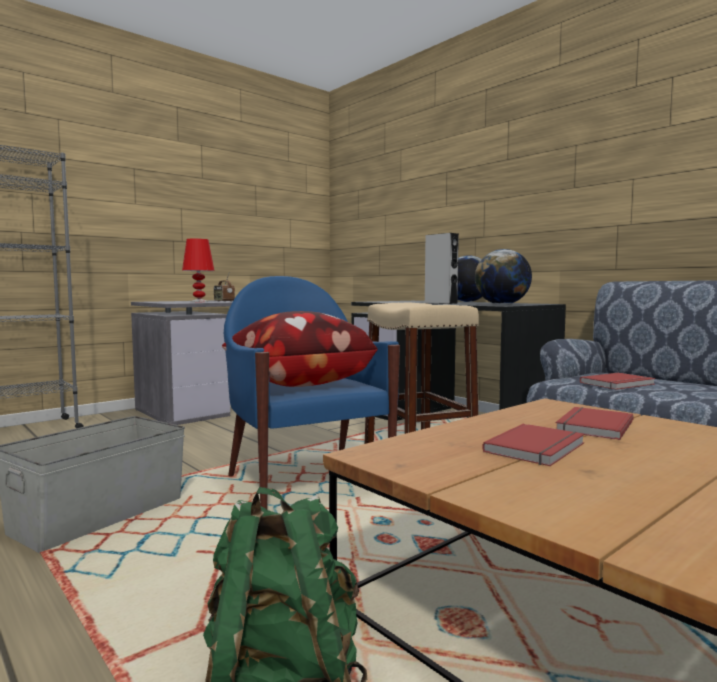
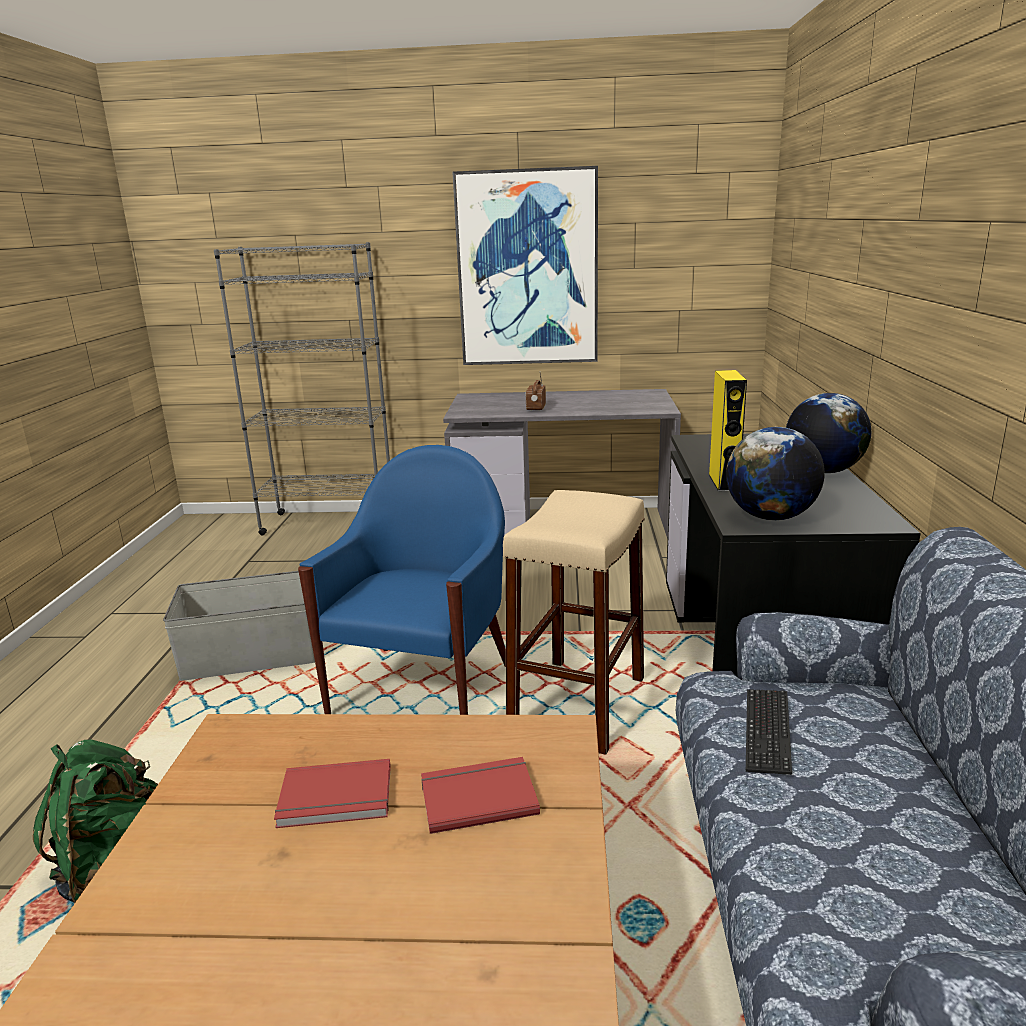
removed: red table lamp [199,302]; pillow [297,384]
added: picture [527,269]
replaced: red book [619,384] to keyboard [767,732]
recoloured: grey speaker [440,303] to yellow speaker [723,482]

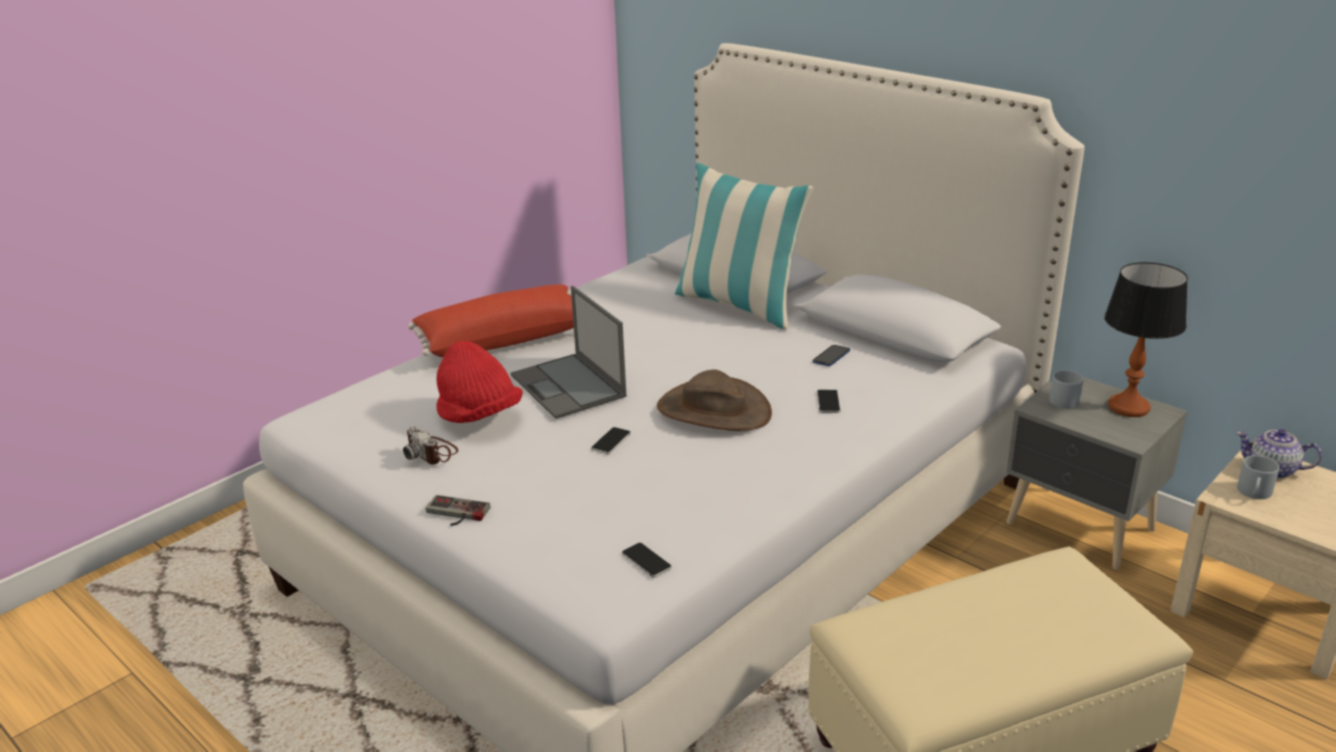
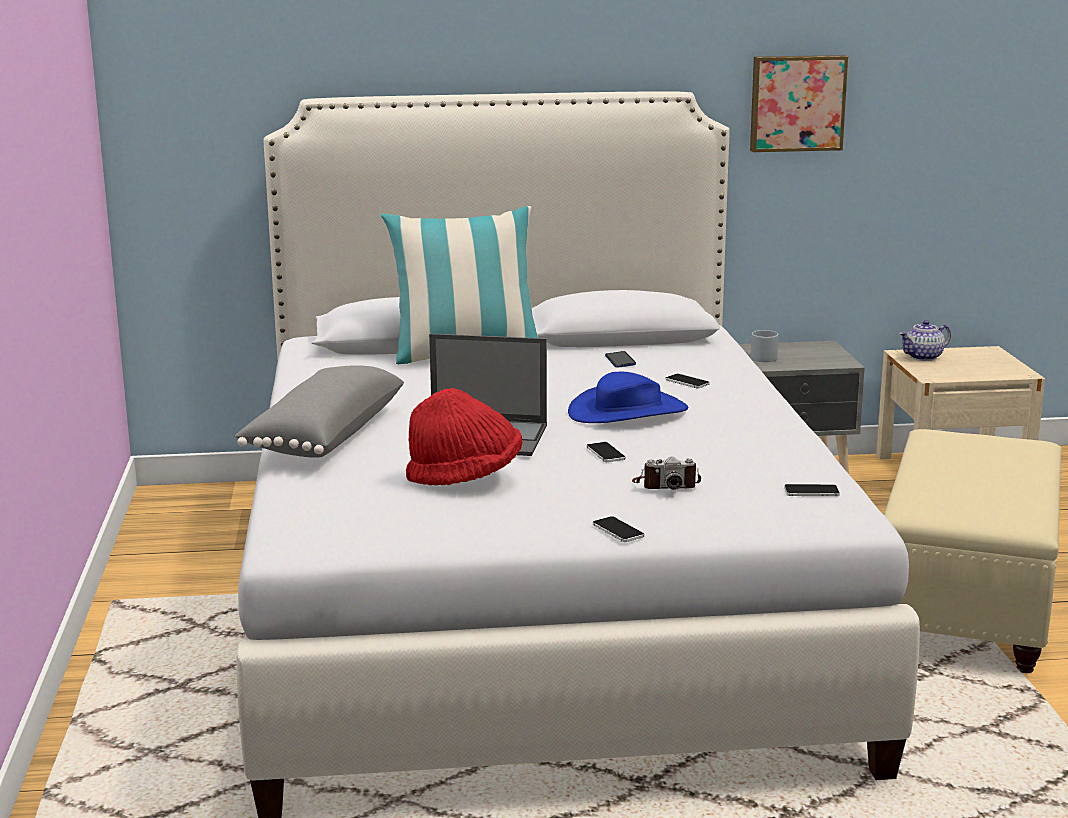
removed: table lamp [1129,407]; grey mug [1254,493]
added: picture [797,103]
moved: photo camera [432,452] to [666,485]
replaced: game controller [455,514] to phone [618,530]
recoloured: red pillow [503,339] to grey pillow [323,436]; brown hat [713,410] to blue hat [628,412]

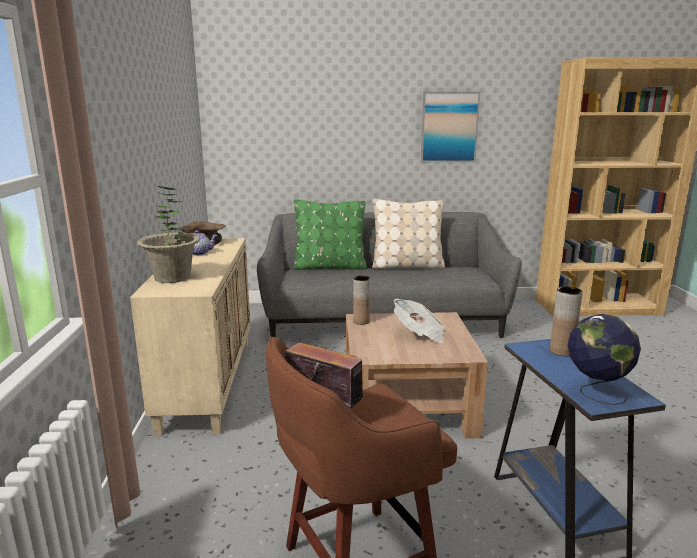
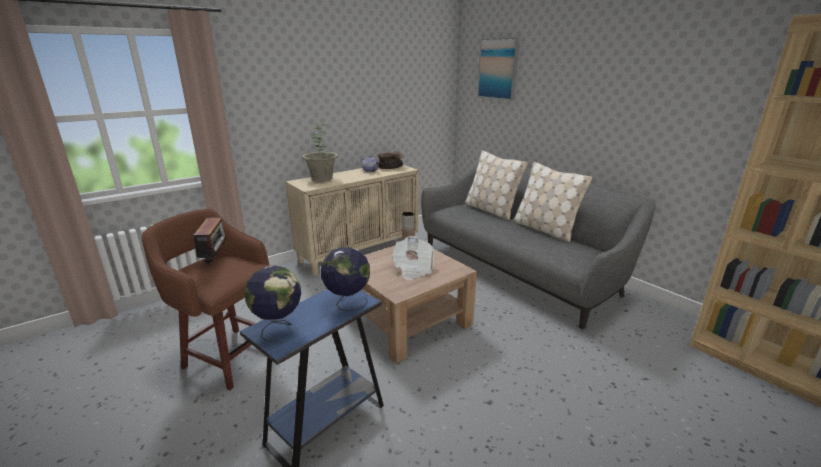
moved: picture [449,127] to [498,69]
replaced: brown vase [561,351] to globe [347,303]
recoloured: green pillow [329,267] to beige pillow [491,210]

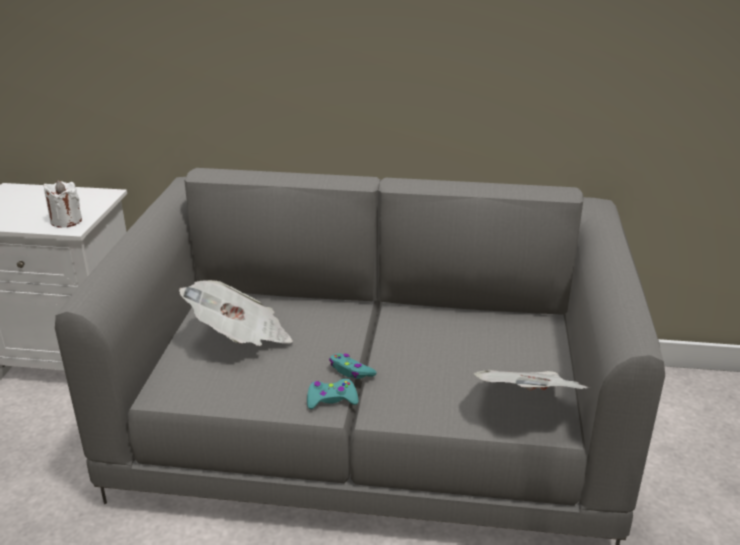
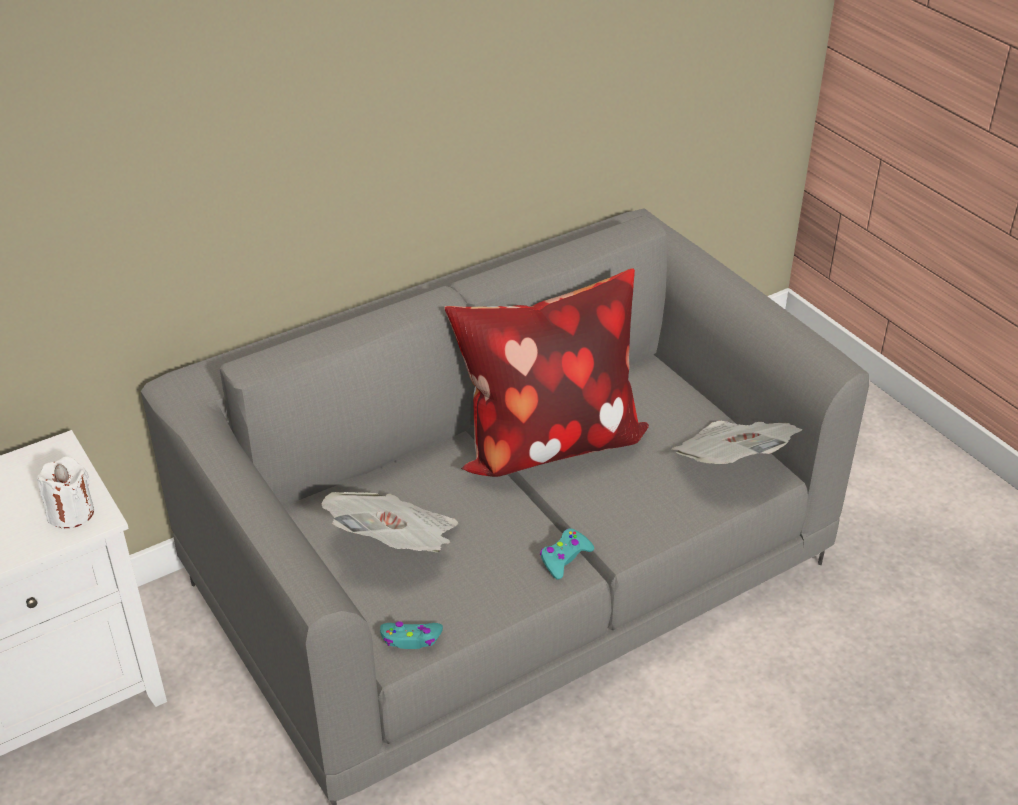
added: pillow [547,442]
moved: turquoise game controller [351,371] to [411,639]

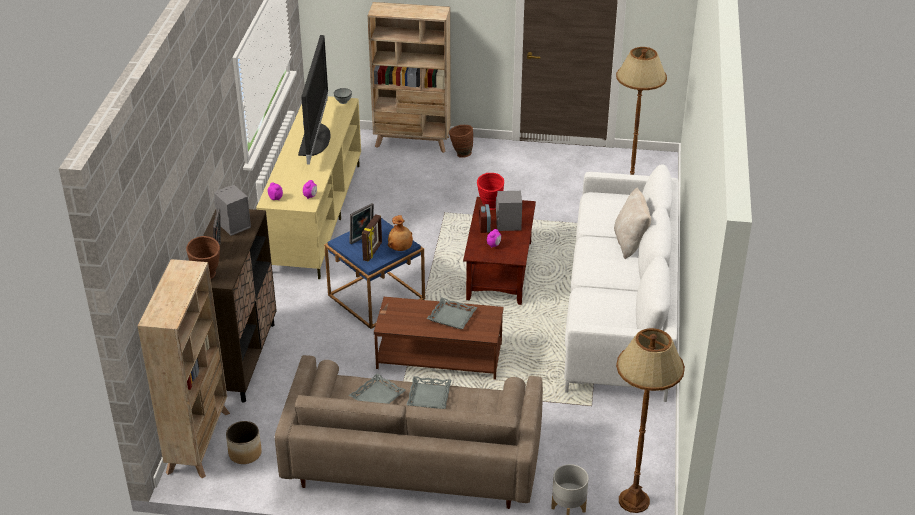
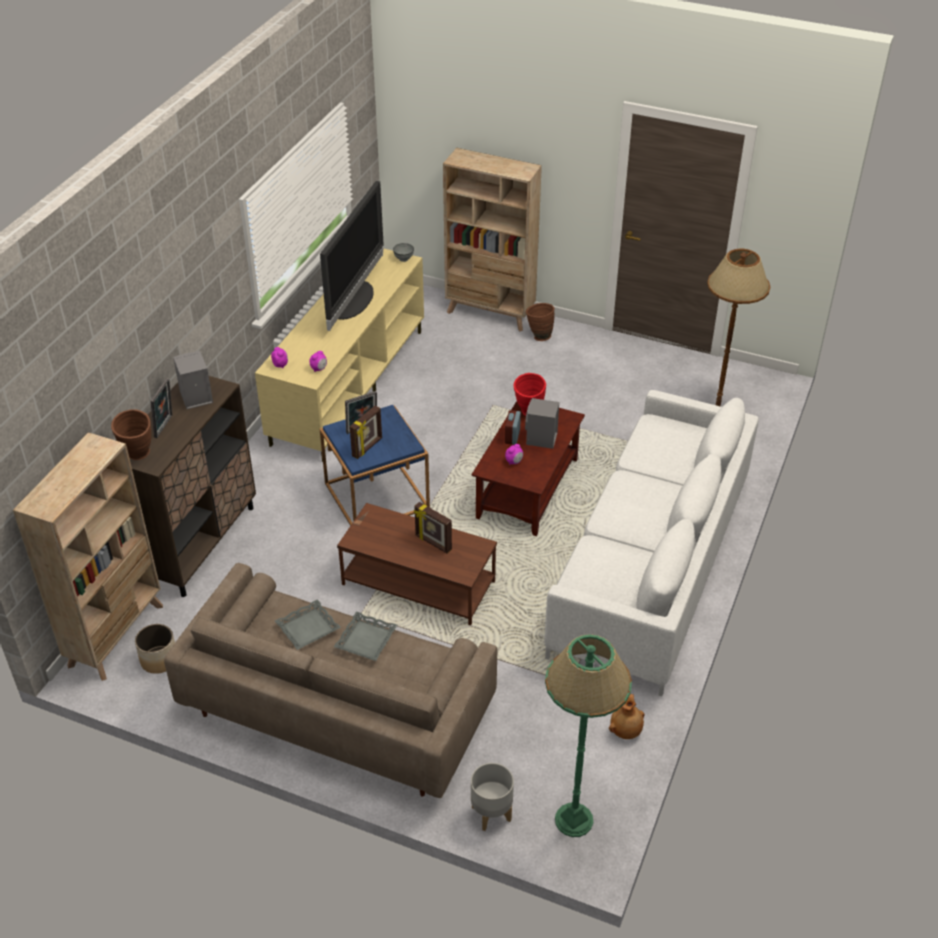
removed: beige pillow [630,243]
moved: brown vase [400,248] to [626,731]
replaced: grey tray [452,316] to picture frame [433,543]
recoloured: brown floor lamp [634,501] to green floor lamp [574,820]

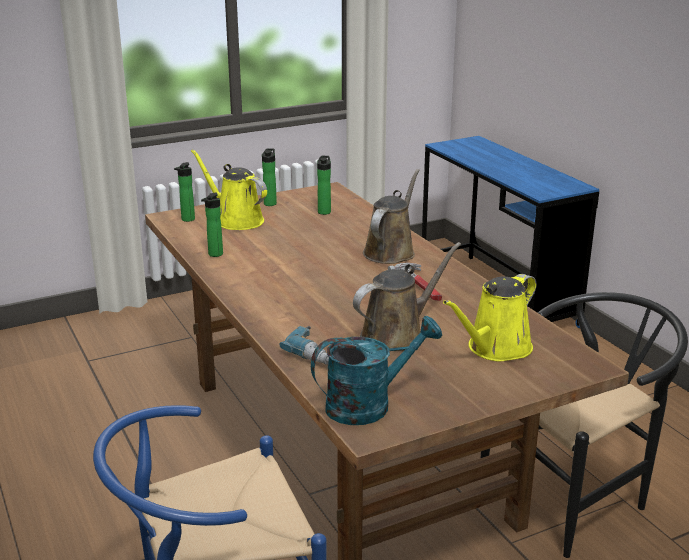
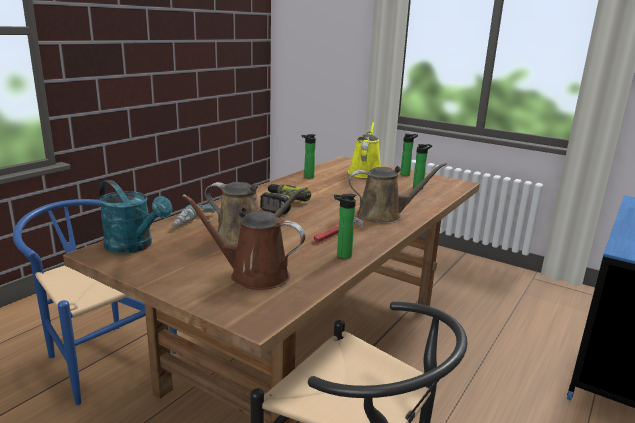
added: power drill [280,205]
moved: bottle [187,220] to [341,255]
recoloured: yellow watering can [495,349] to brown watering can [253,275]

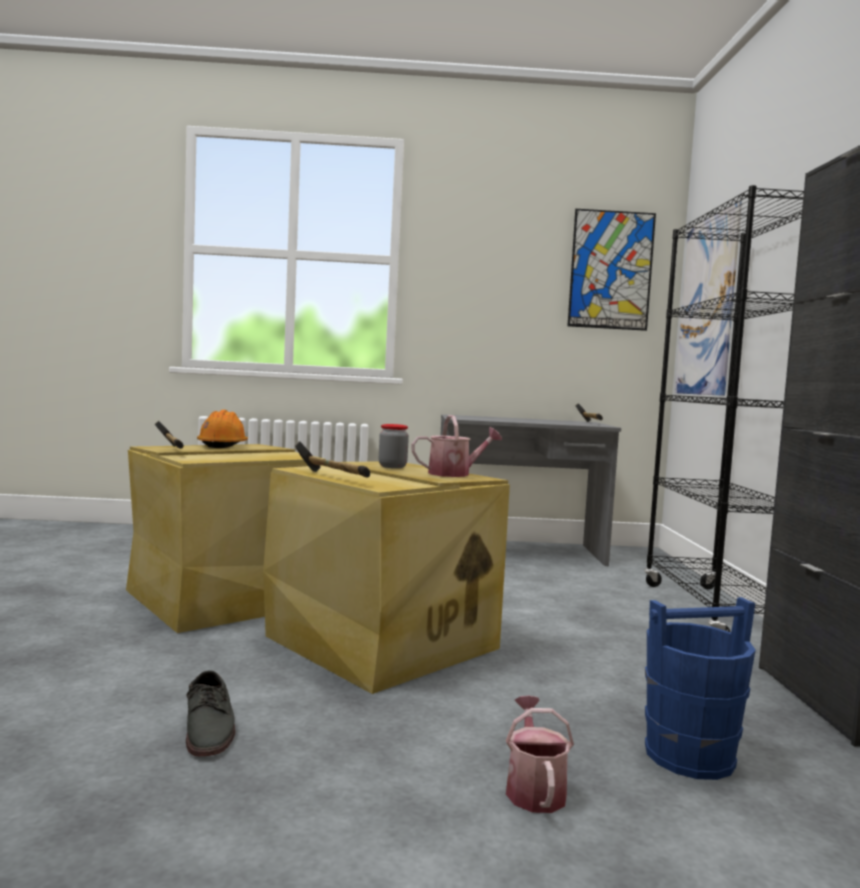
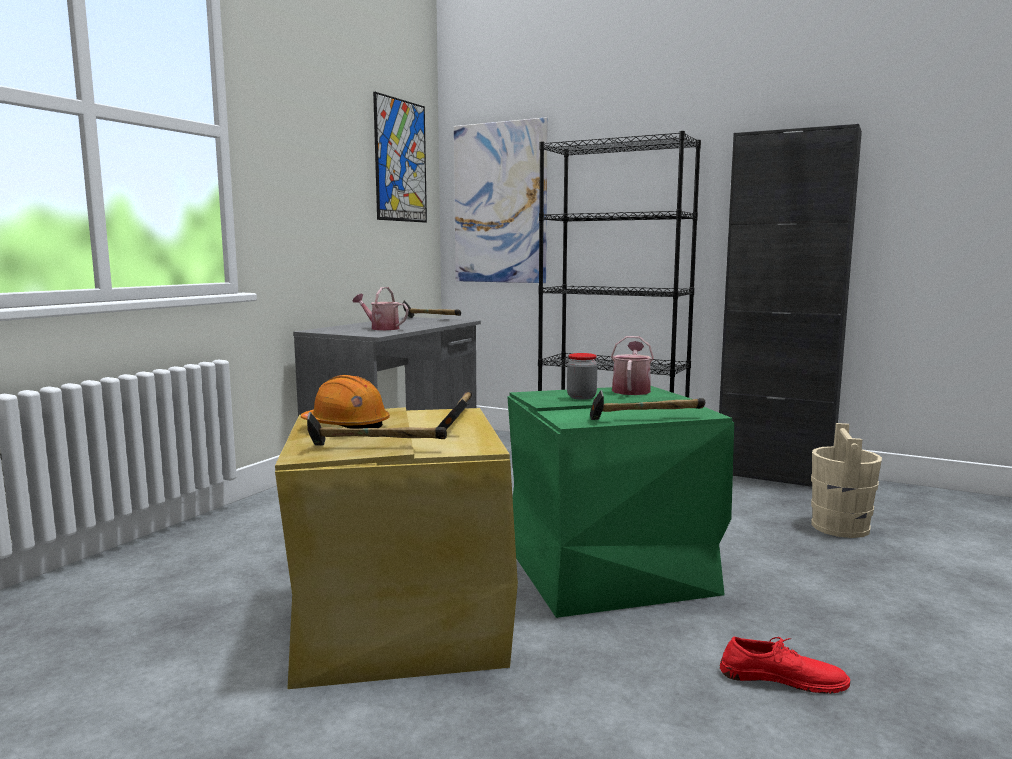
added: hammer [458,422]
moved: watering can [534,788] to [381,328]
recoloured: beige storage box [381,643] to green storage box [610,569]; blue bucket [690,756] to beige bucket [840,527]; grey shoe [209,728] to red shoe [782,678]

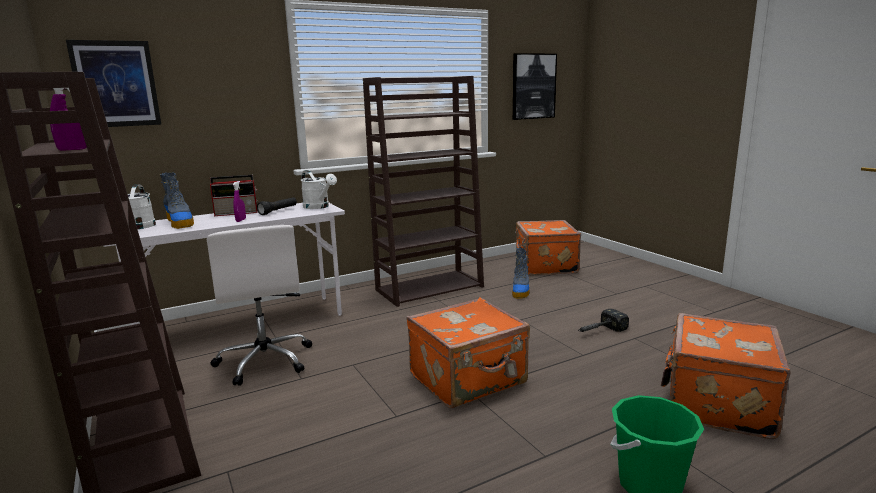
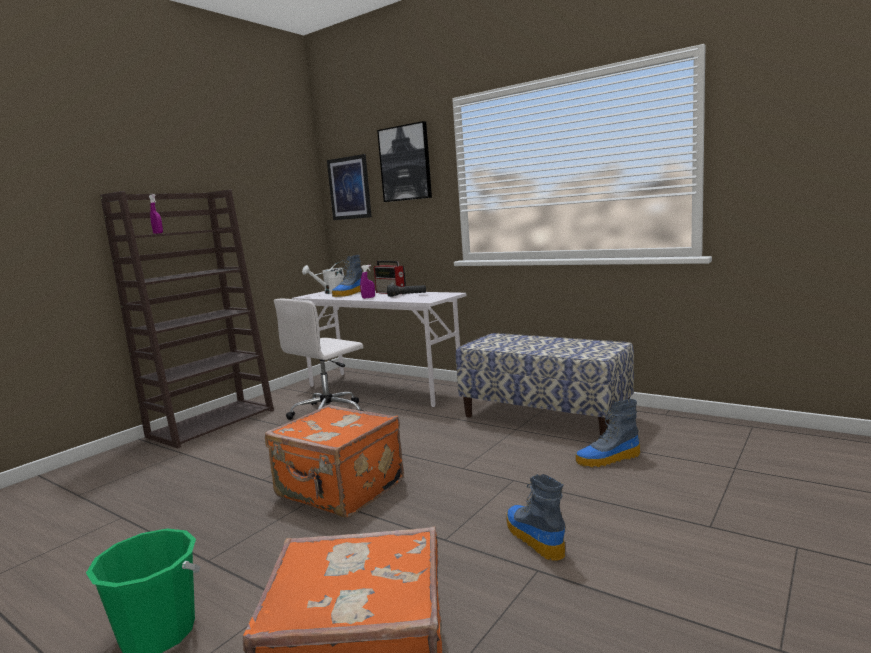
removed: white watering can [319,207]; orange suitcase [544,266]
moved: picture [533,86] to [405,163]
replaced: brown bookcase [430,288] to bench [545,417]; hammer [599,331] to boot [533,537]

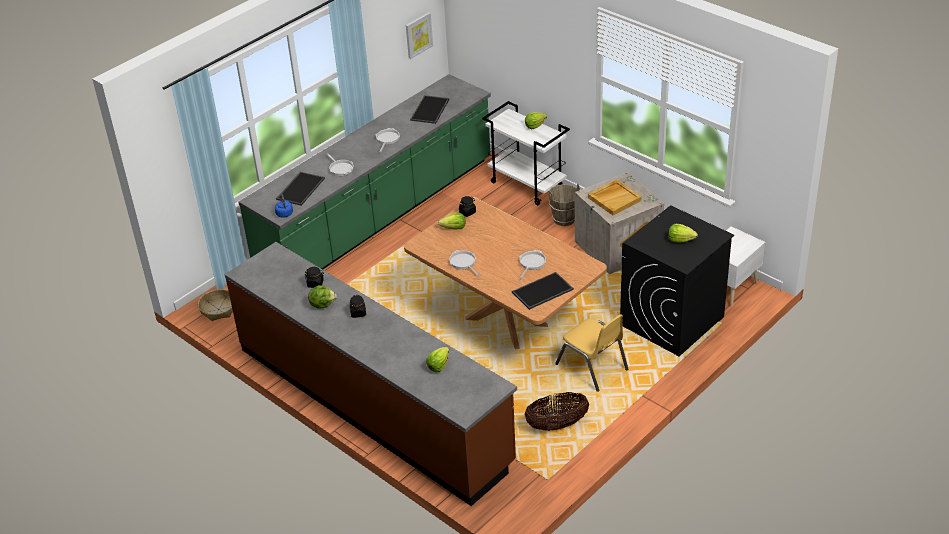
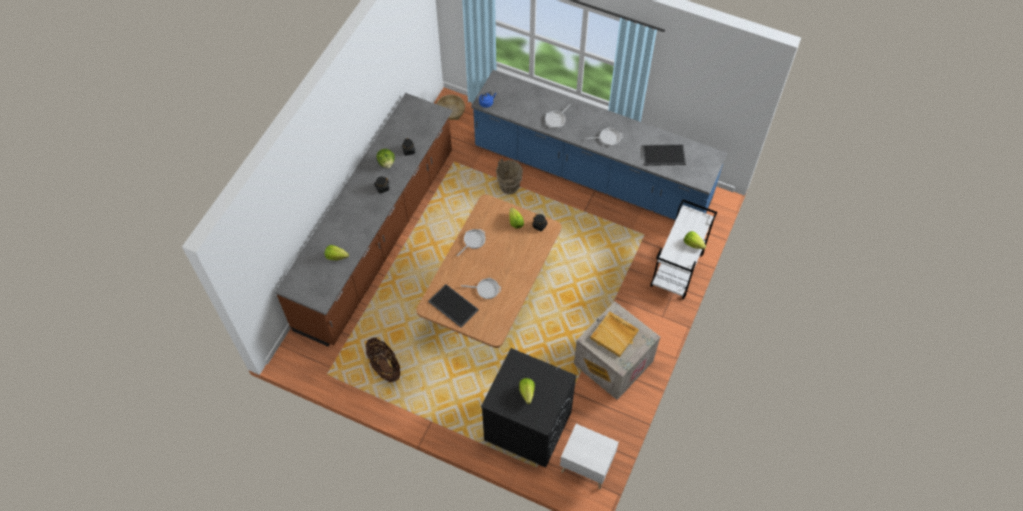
removed: picture [418,35]; tray [300,188]; yellow chair [592,367]
moved: brown bucket [564,219] to [509,187]
recoloured: green counter [379,217] to blue counter [591,175]

